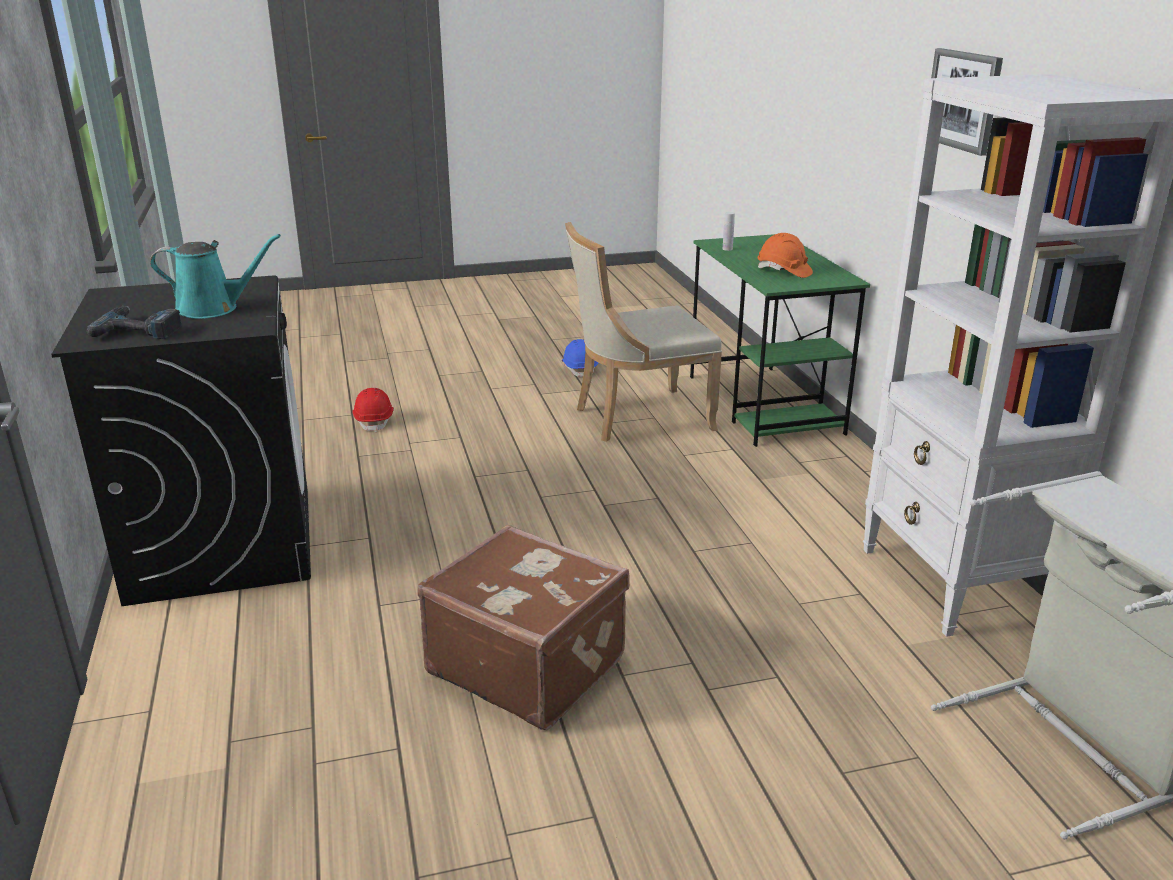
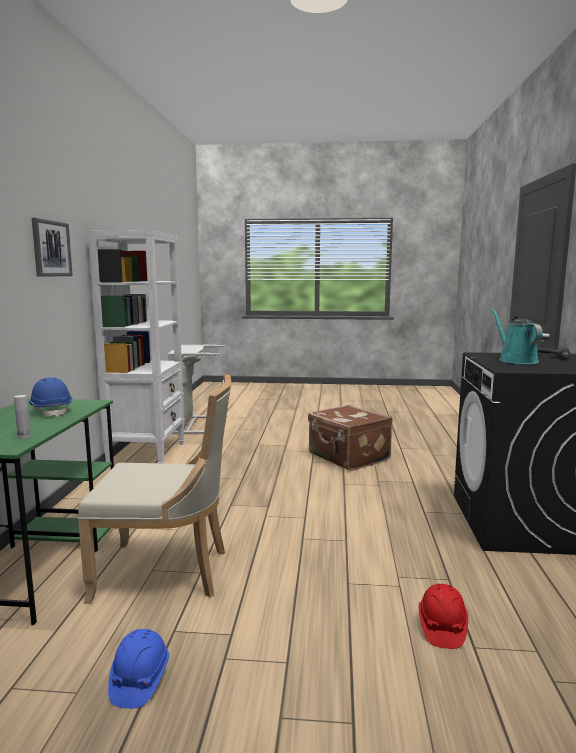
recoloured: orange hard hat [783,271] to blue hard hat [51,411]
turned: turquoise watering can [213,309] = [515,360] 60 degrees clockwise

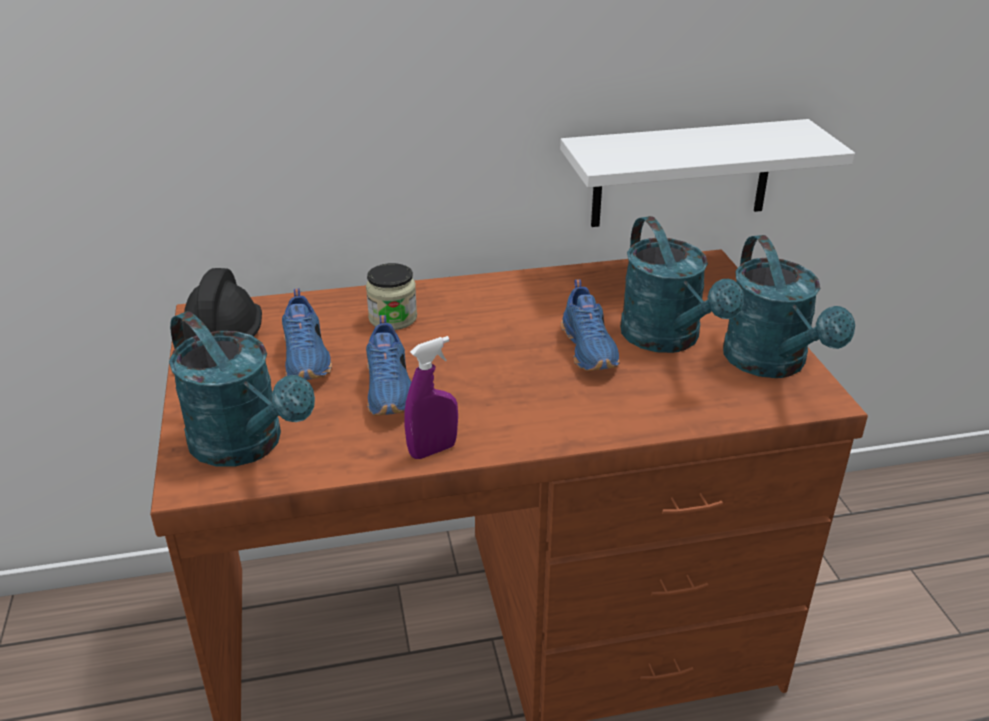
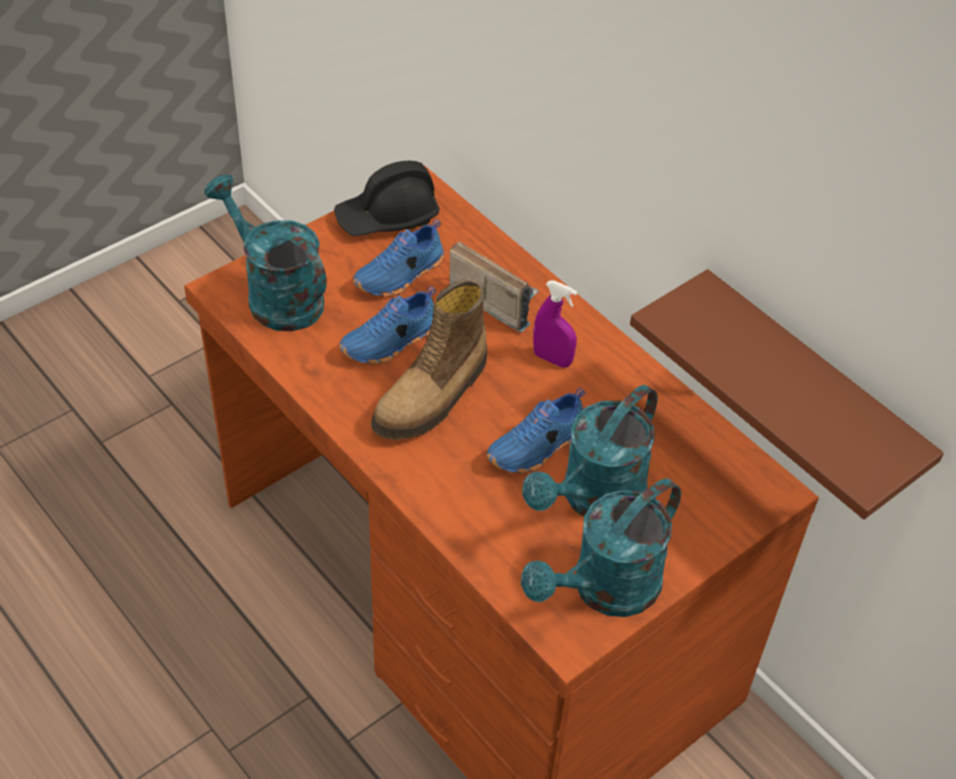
added: boot [433,396]
moved: purple spray bottle [433,450] to [552,359]
replaced: jar [393,318] to radio [494,299]
recoloured: white shelf [682,174] to brown shelf [807,393]
turned: turquoise watering can [246,446] = [275,295] 120 degrees clockwise

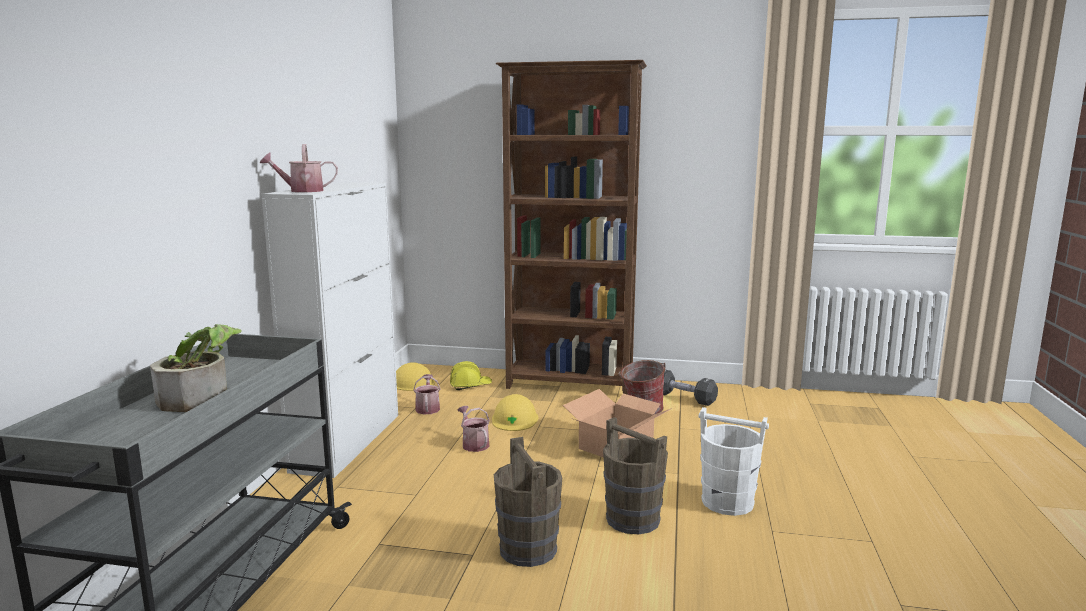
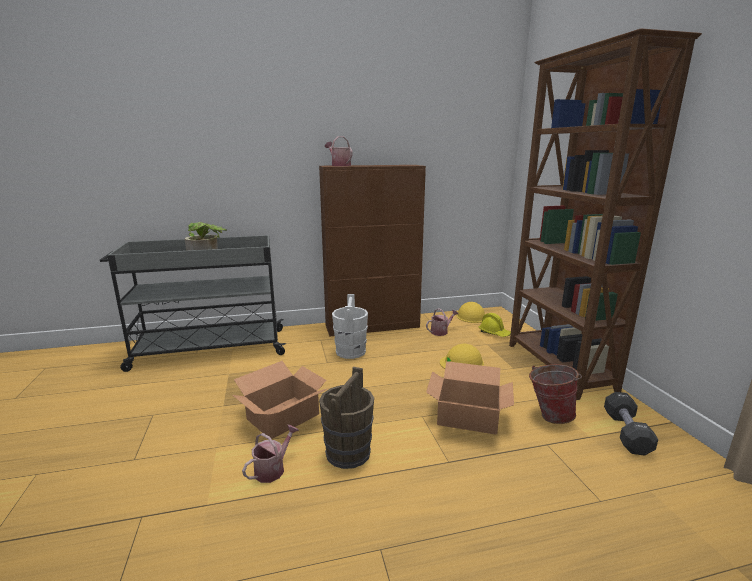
moved: watering can [474,444] to [273,468]; white bucket [727,502] to [350,351]
replaced: brown bucket [528,549] to cardboard box [284,417]
recoloured: white cabinet [348,441] to brown cabinet [373,326]

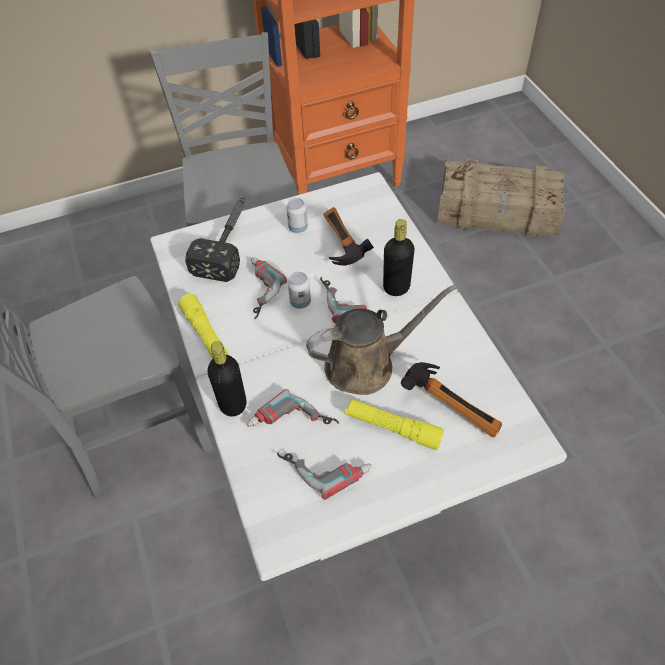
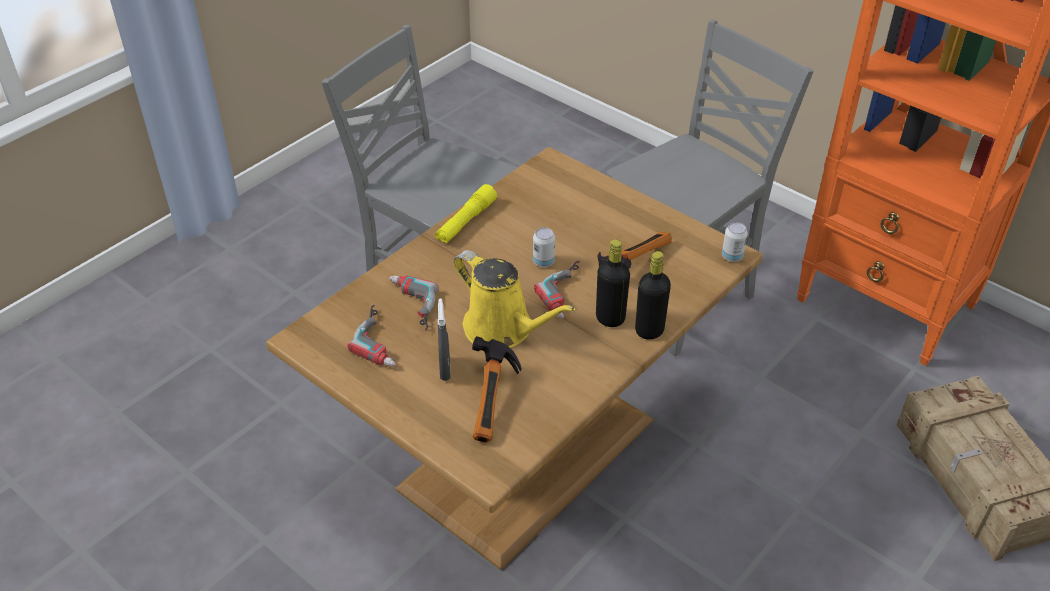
removed: hammer [228,242]; power drill [255,290]
moved: can [298,228] to [732,256]; black bottle [233,404] to [649,330]
replaced: yellow flashlight [392,428] to grey spray bottle [445,370]
recoloured: white dining table [338,445] to brown dining table [525,453]; brown watering can [366,364] to yellow watering can [503,329]

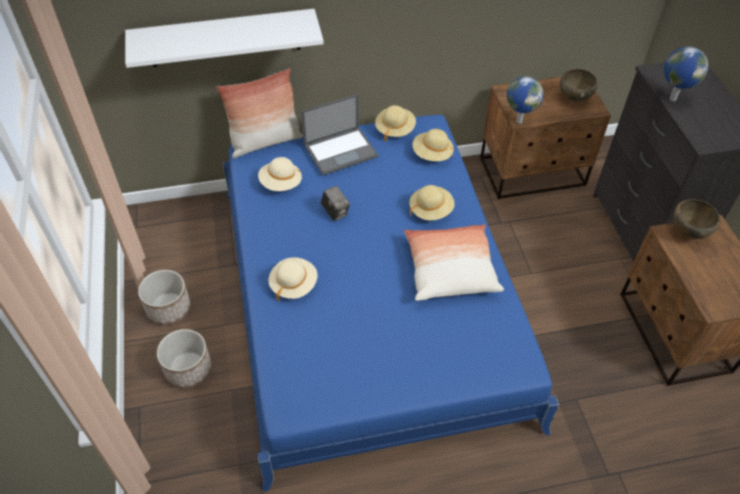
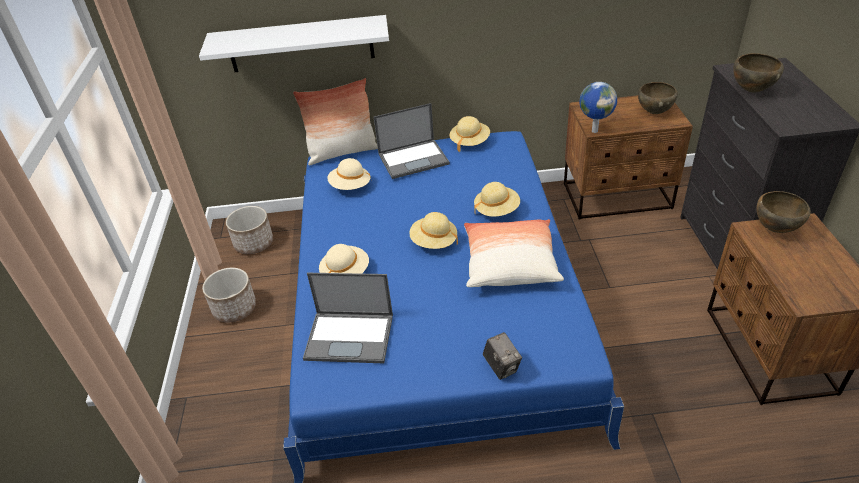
added: laptop [350,337]
moved: beige hat [432,154] to [434,242]; photo camera [335,212] to [501,367]; planter [188,369] to [254,243]
replaced: globe [672,98] to brown bowl [751,90]

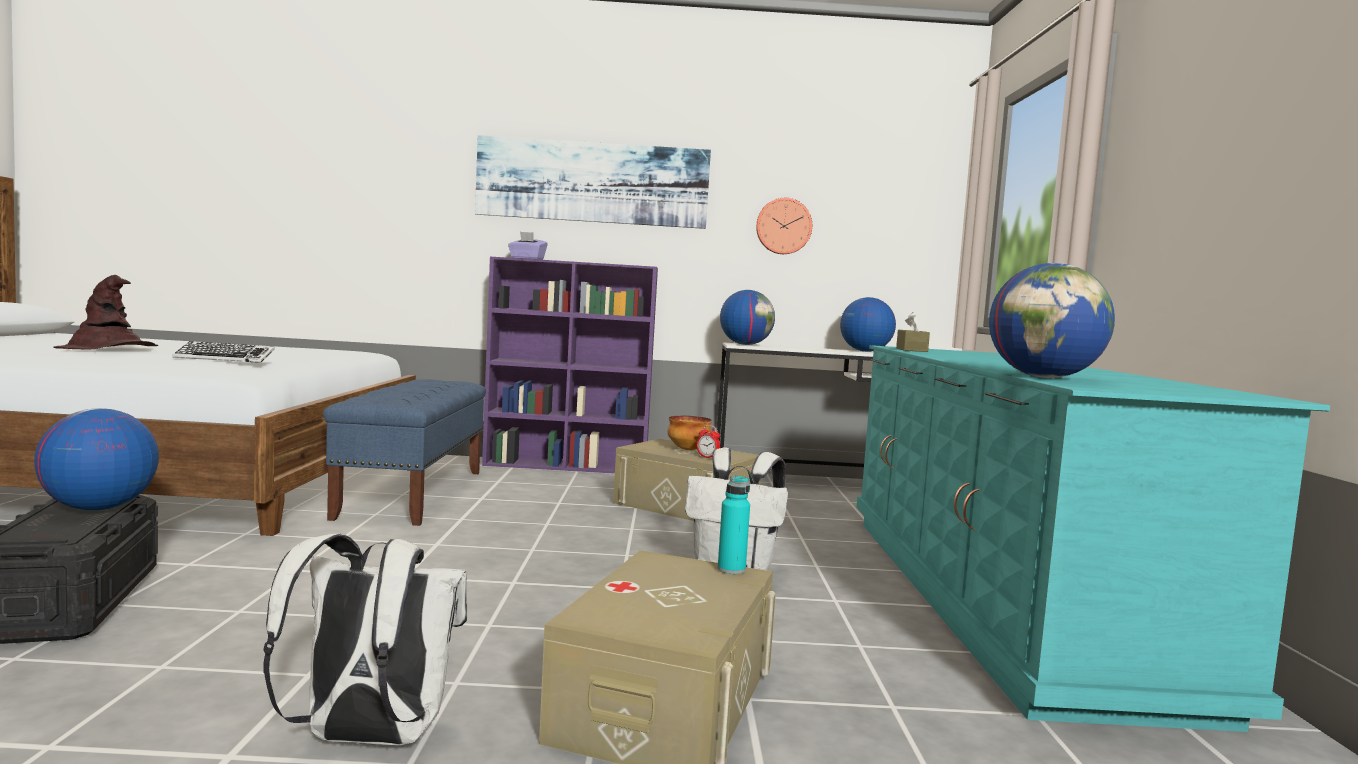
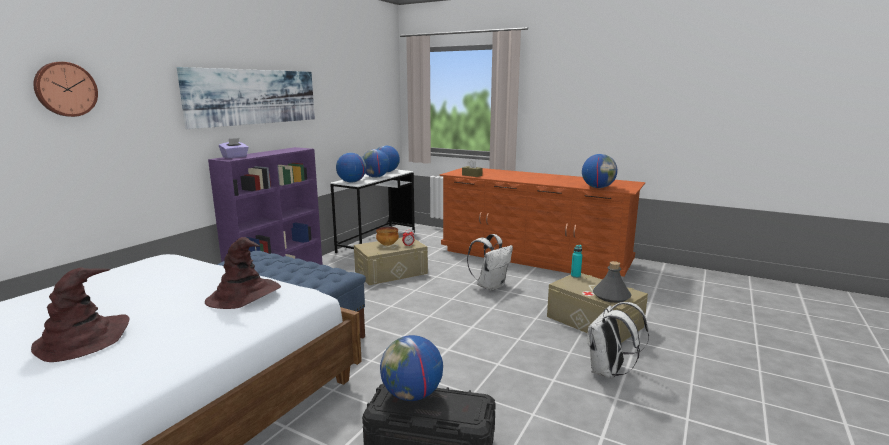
added: globe [375,177]; grey bottle [611,296]
moved: wall clock [783,226] to [65,89]
replaced: keyboard [224,359] to brown hat [244,295]
recoloured: turquoise dresser [996,597] to brown dresser [533,257]

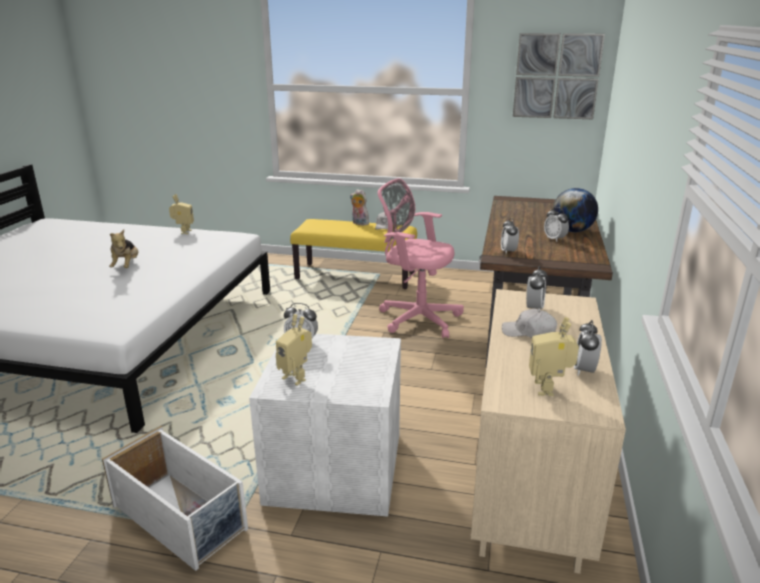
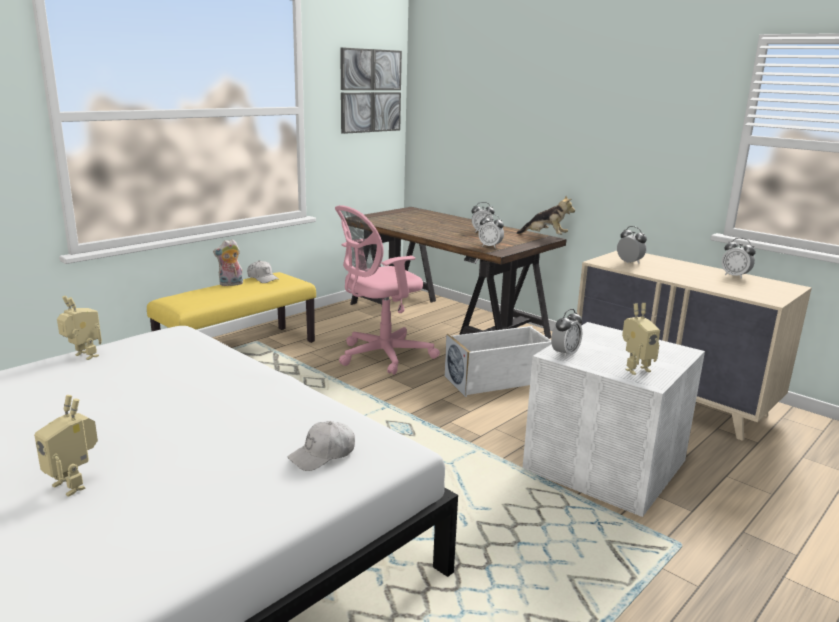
removed: globe [572,231]
moved: plush toy [126,266] to [545,236]; white cap [529,333] to [323,455]; toy robot [549,389] to [74,484]; white storage box [181,518] to [498,379]

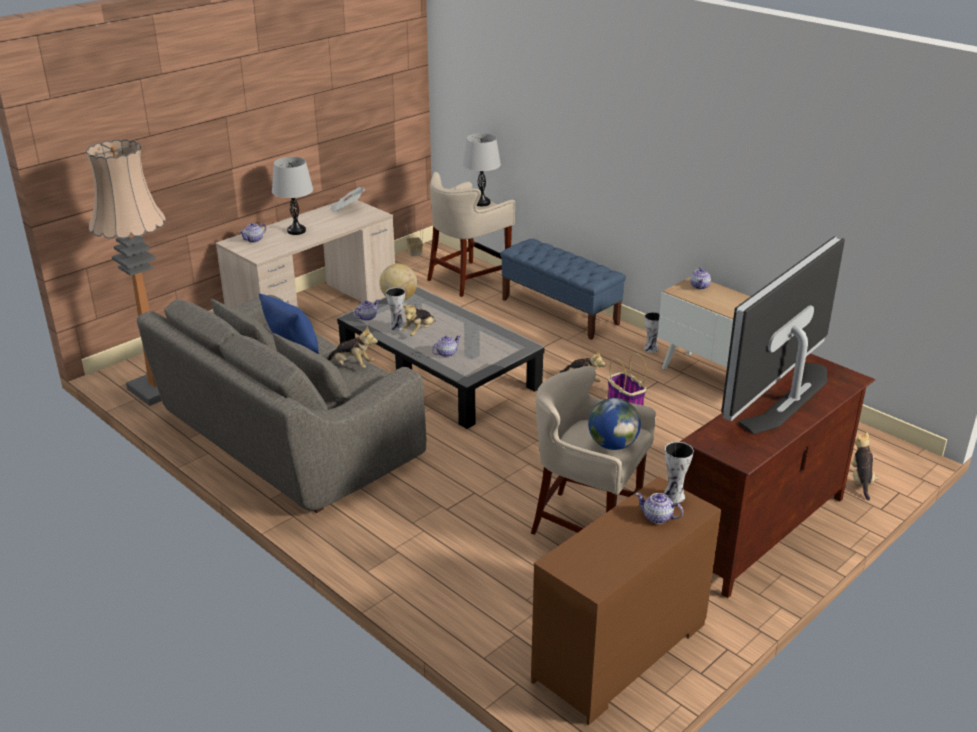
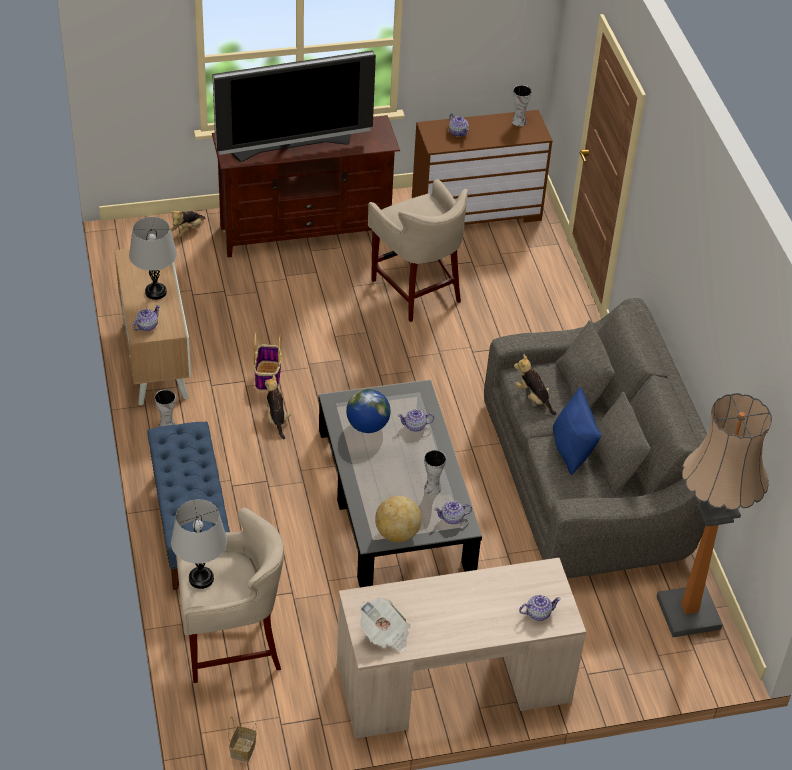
removed: plush toy [419,331]
moved: grey table lamp [296,231] to [155,292]; globe [612,445] to [367,426]; vase [675,496] to [518,121]

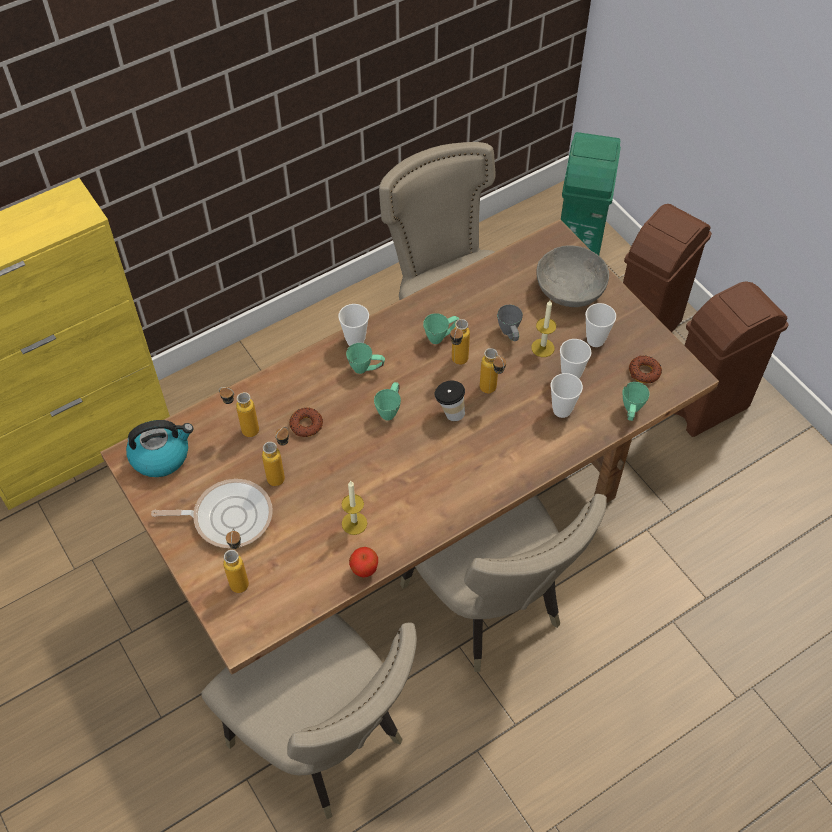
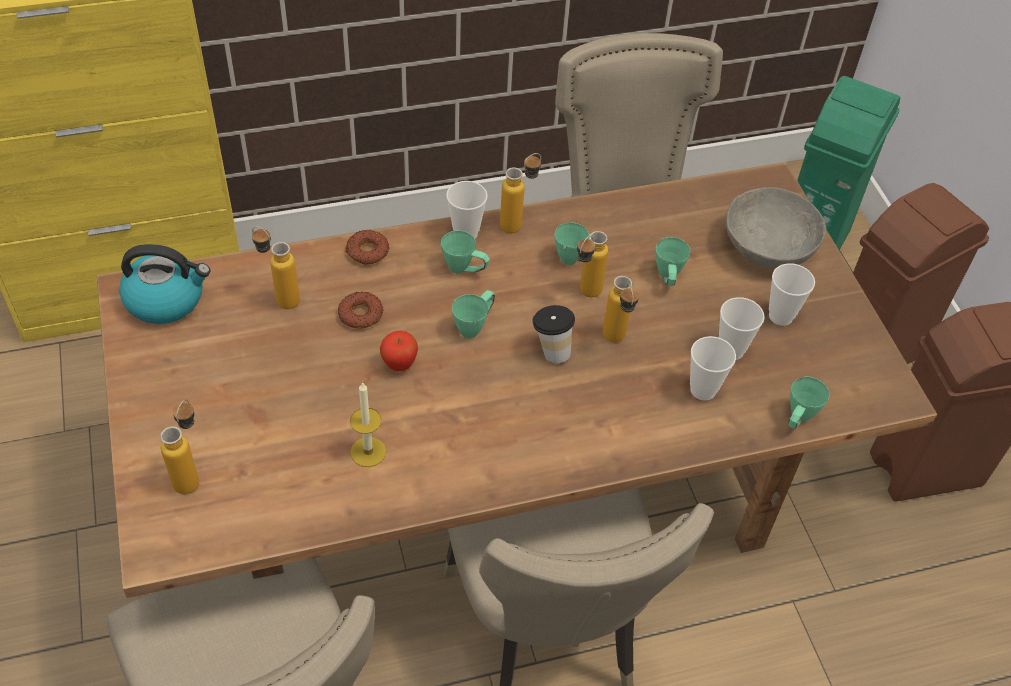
removed: candle [542,348]; frying pan [228,517]
moved: donut [644,372] to [367,251]; bottle [281,474] to [518,223]; apple [364,570] to [399,365]
recoloured: grey mug [510,335] to green mug [667,279]

